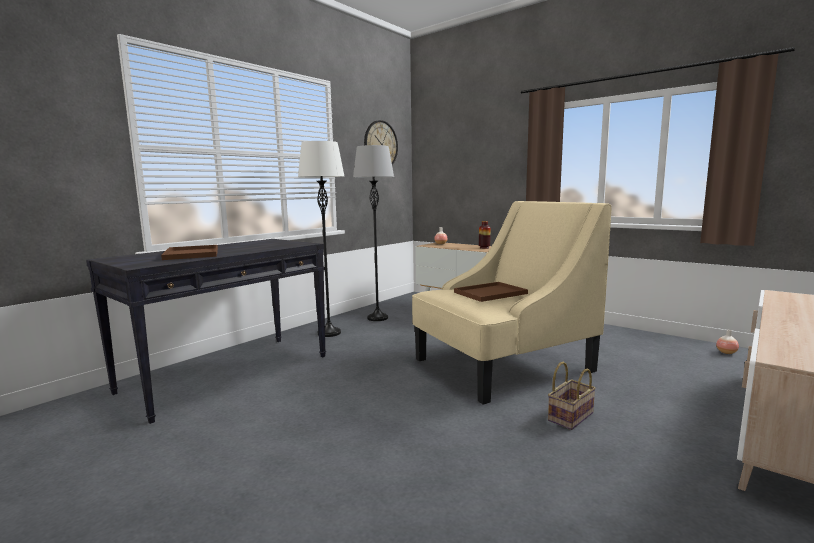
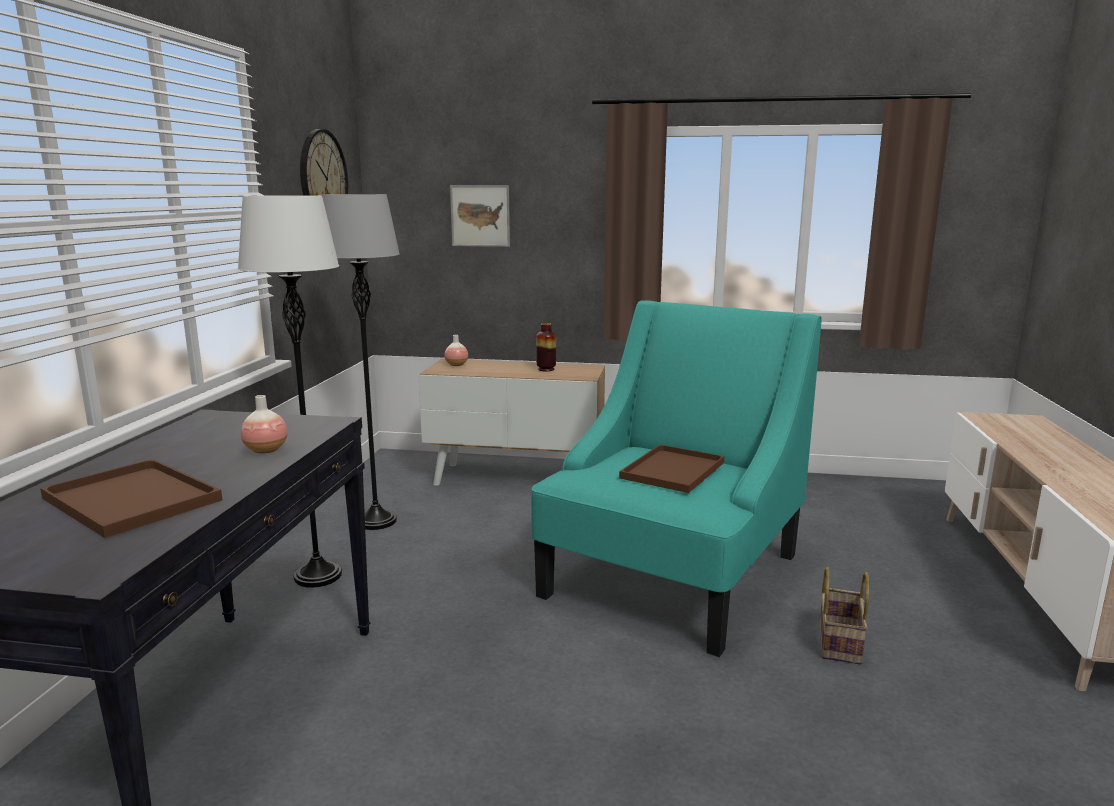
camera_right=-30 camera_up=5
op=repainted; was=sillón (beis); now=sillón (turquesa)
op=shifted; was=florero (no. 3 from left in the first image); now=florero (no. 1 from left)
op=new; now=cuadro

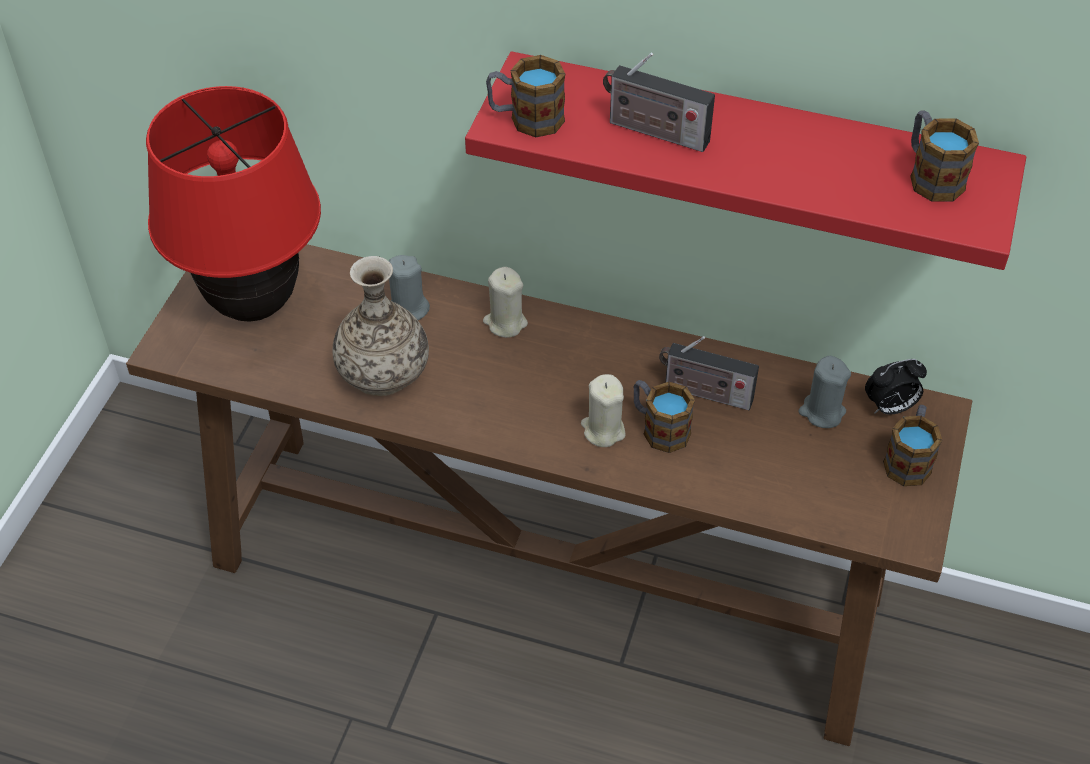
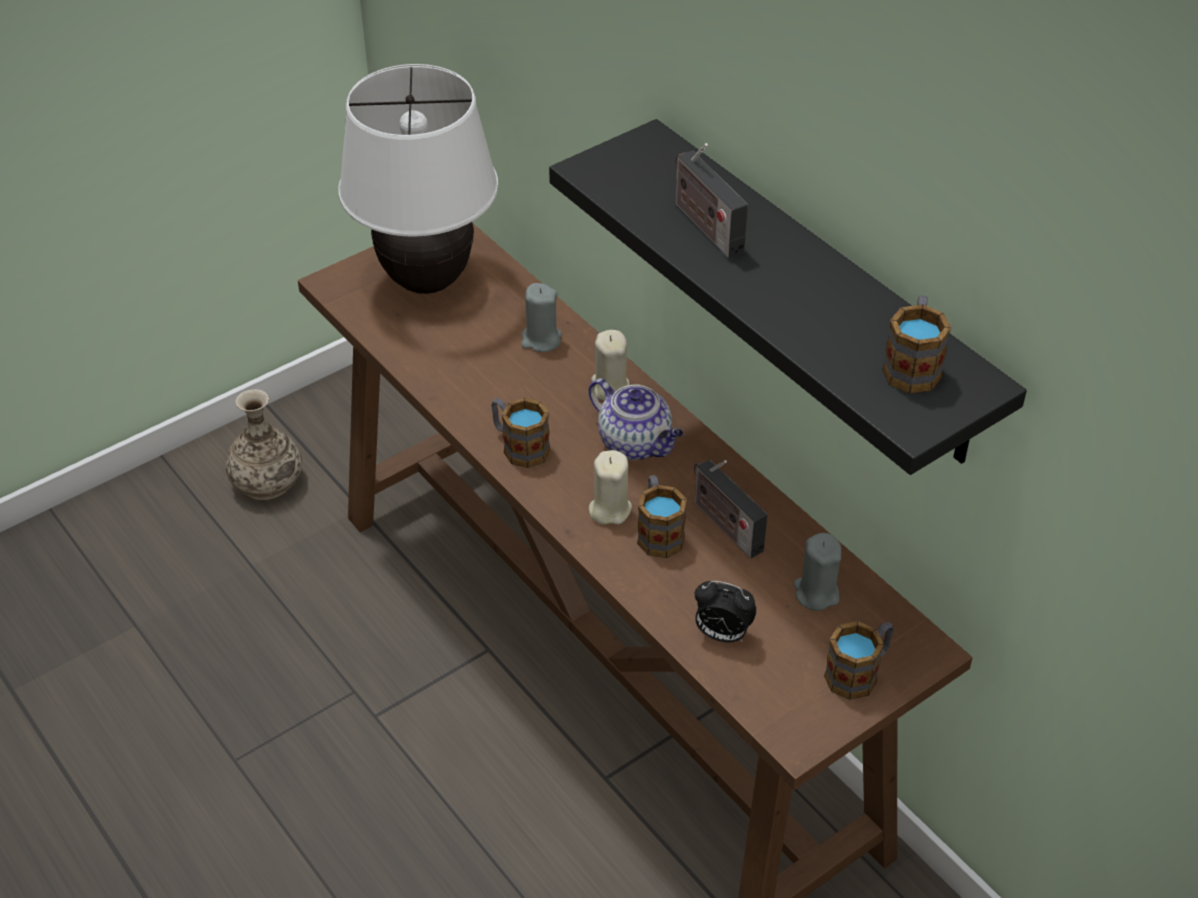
camera_right=35 camera_up=-5
op=repainted; was=lámpara de mesa (rojo); now=lámpara de mesa (blanco)
op=shifted; was=florero
op=repainted; was=estante (rojo); now=estante (negro)
op=shifted; was=taza grande (no. 1 from left)
op=shifted; was=despertador
op=new; now=tetera

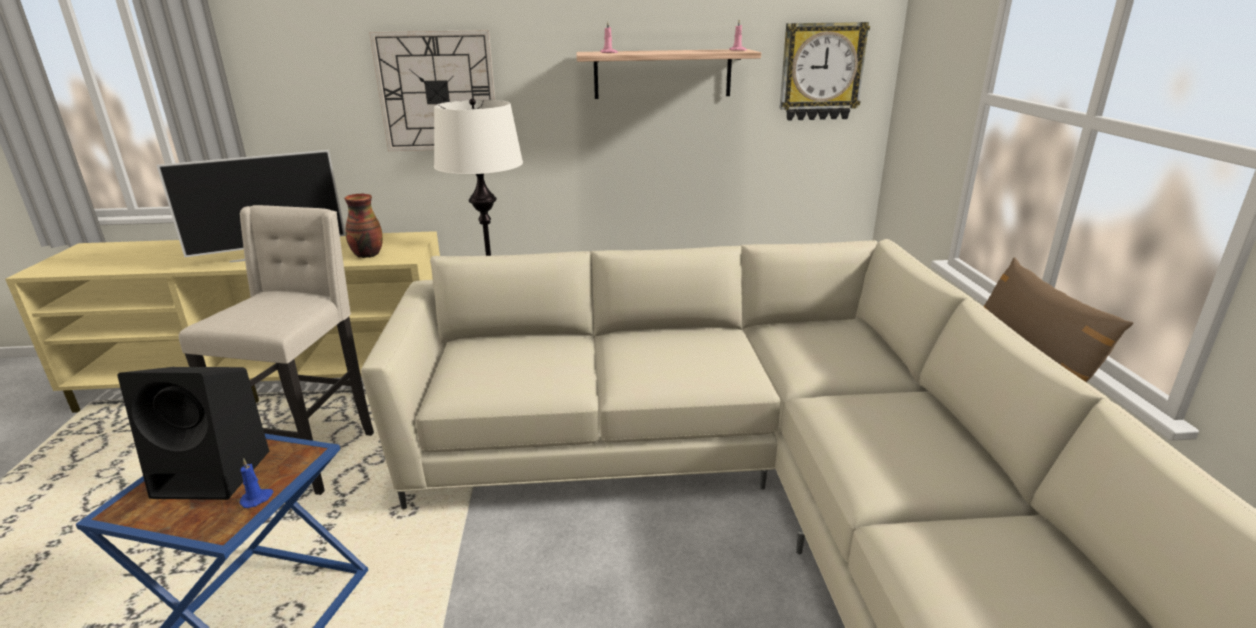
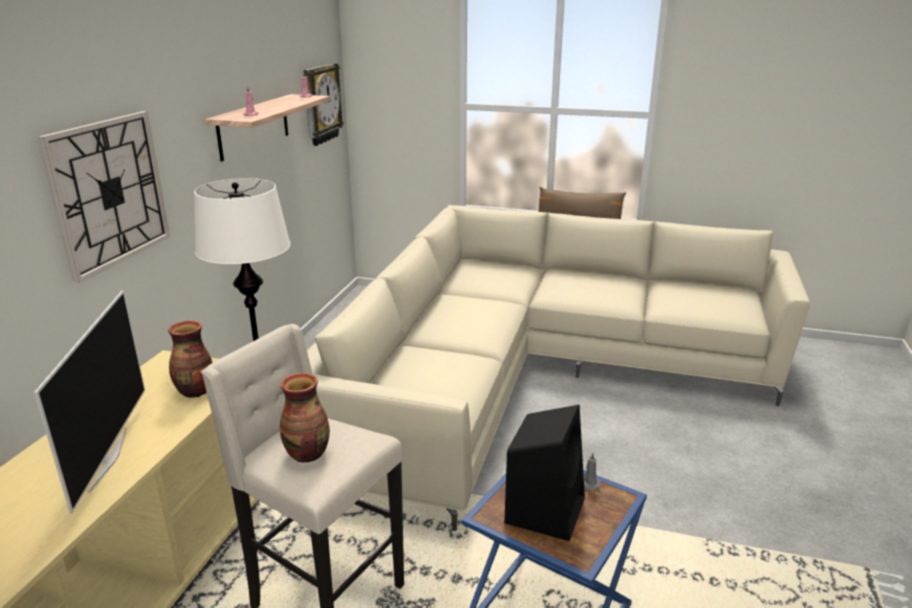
camera_right=-70 camera_up=0
op=repainted; was=vela (azul); now=vela (gris)
op=new; now=florero (no. 2 from left)

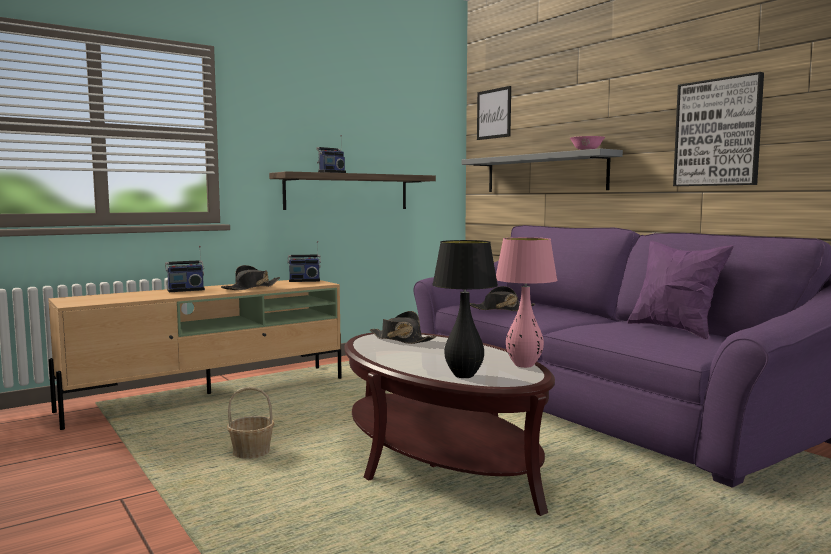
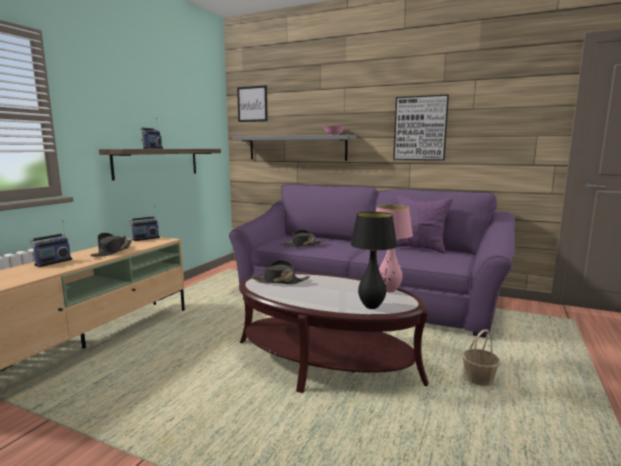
camera_right=-30 camera_up=5
op=shifted; was=cesta

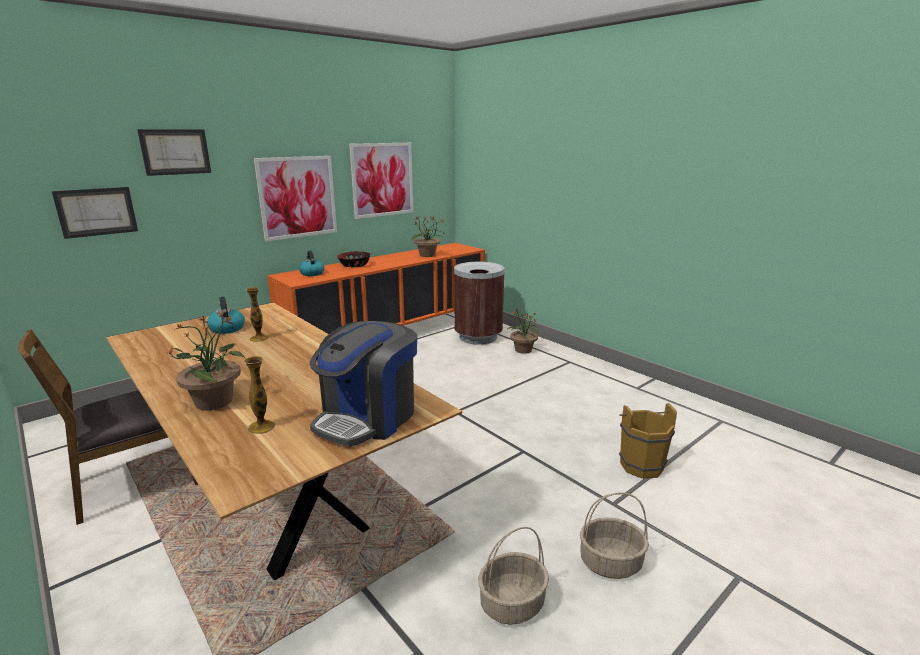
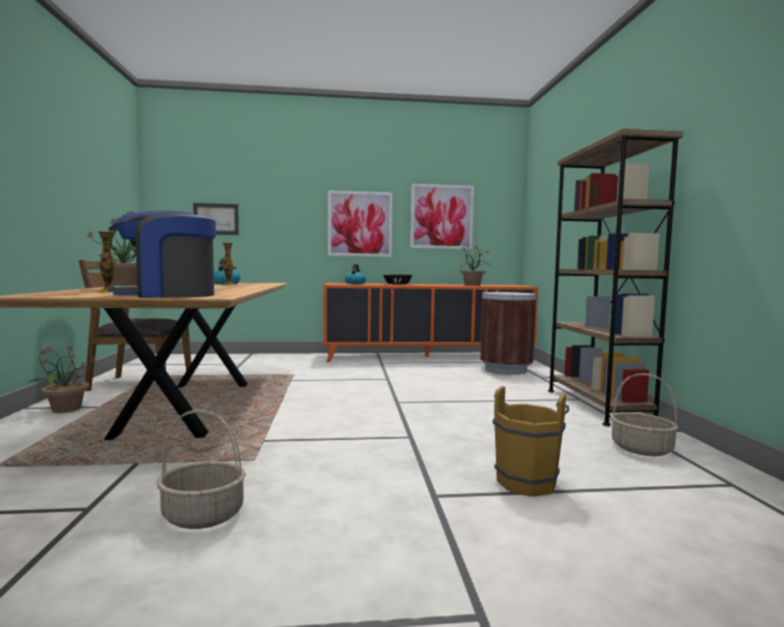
camera_right=35 camera_up=-15
op=gone; was=cuadro (no. 2 from left)
op=shifted; was=planta en maceta (no. 3 from left in the first image); now=planta en maceta (no. 1 from left)
op=shifted; was=cesta (no. 2 from left)
op=new; now=estantería (marrón)

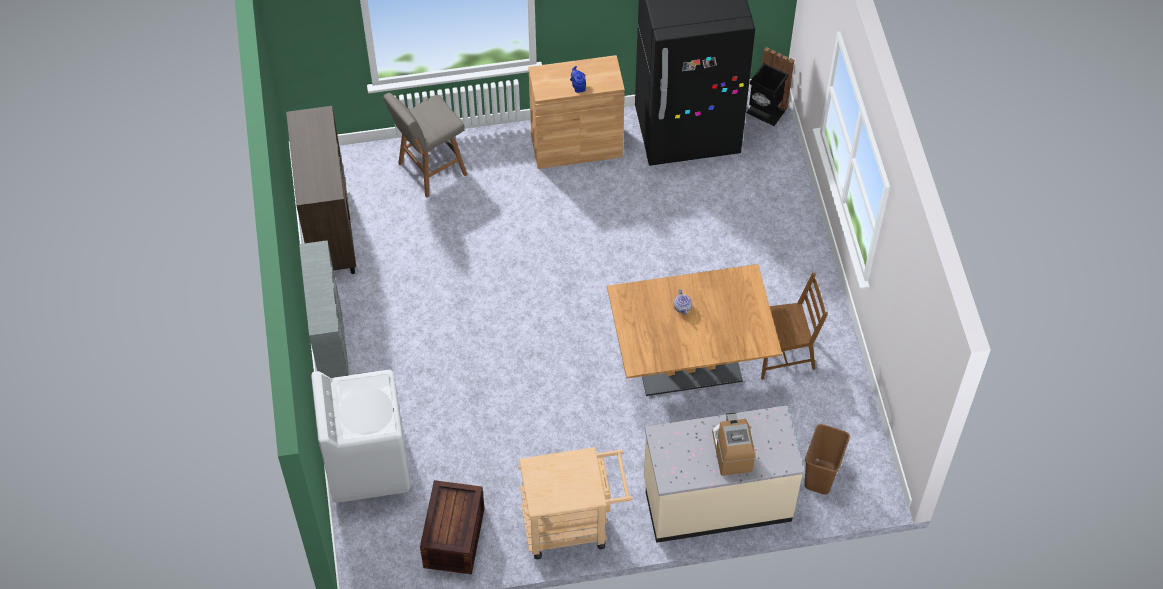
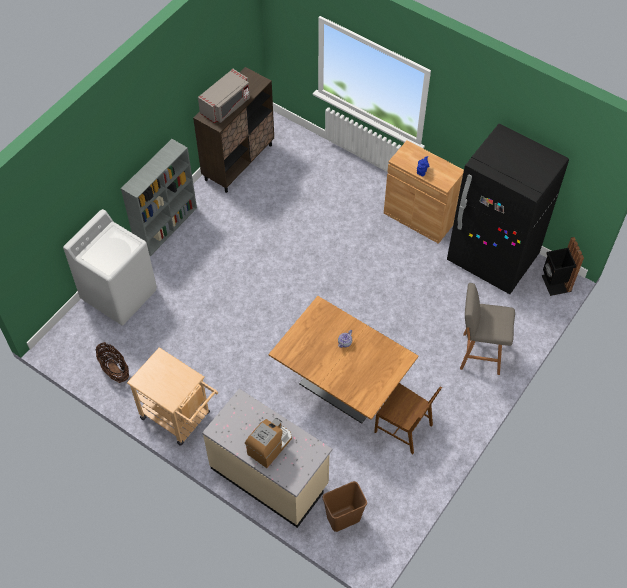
camera_right=45 camera_up=0
op=shifted; was=taburete (gris)
op=swapped; was=caja de embalaje; now=cesta
op=new; now=microondas (gris)

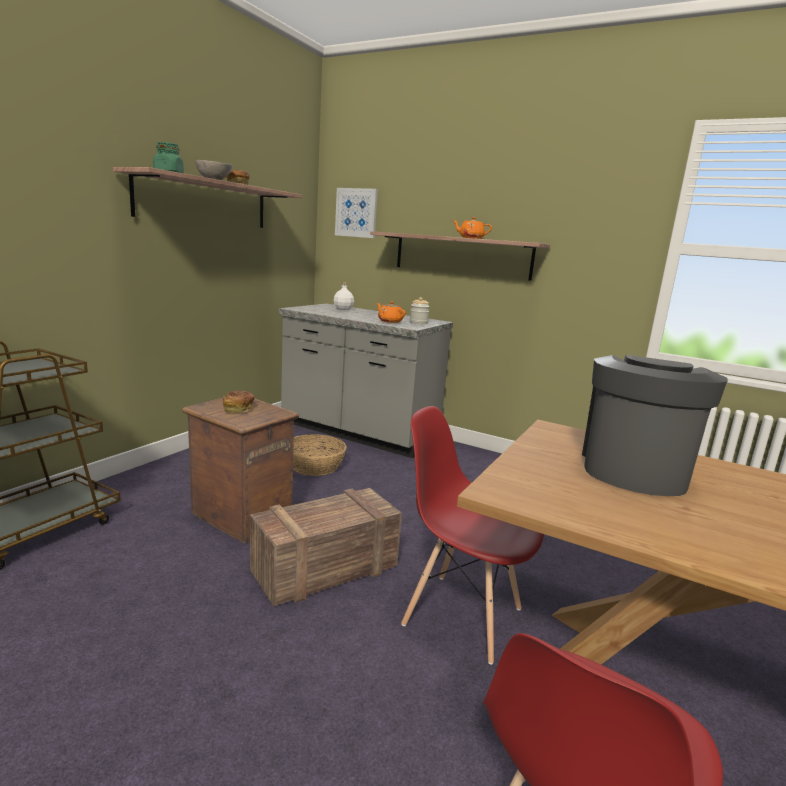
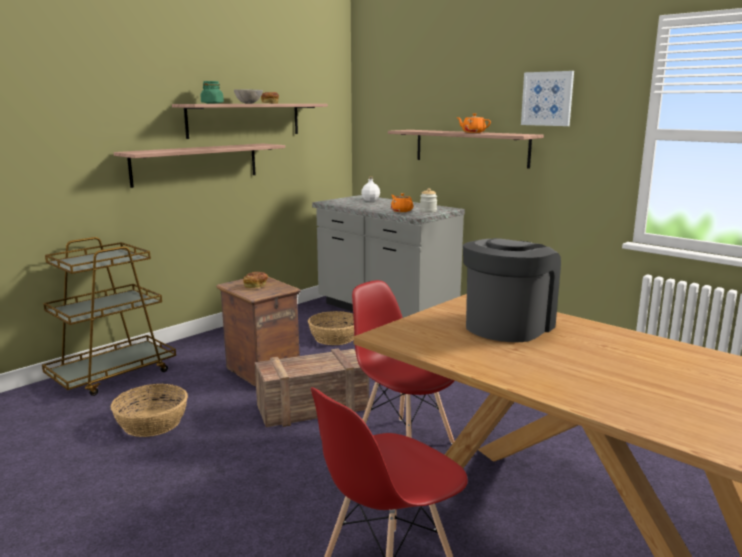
camera_right=15 camera_up=0
op=shifted; was=cuadro
op=new; now=cesta (no. 1 from left)
op=new; now=estante (no. 1 from left)

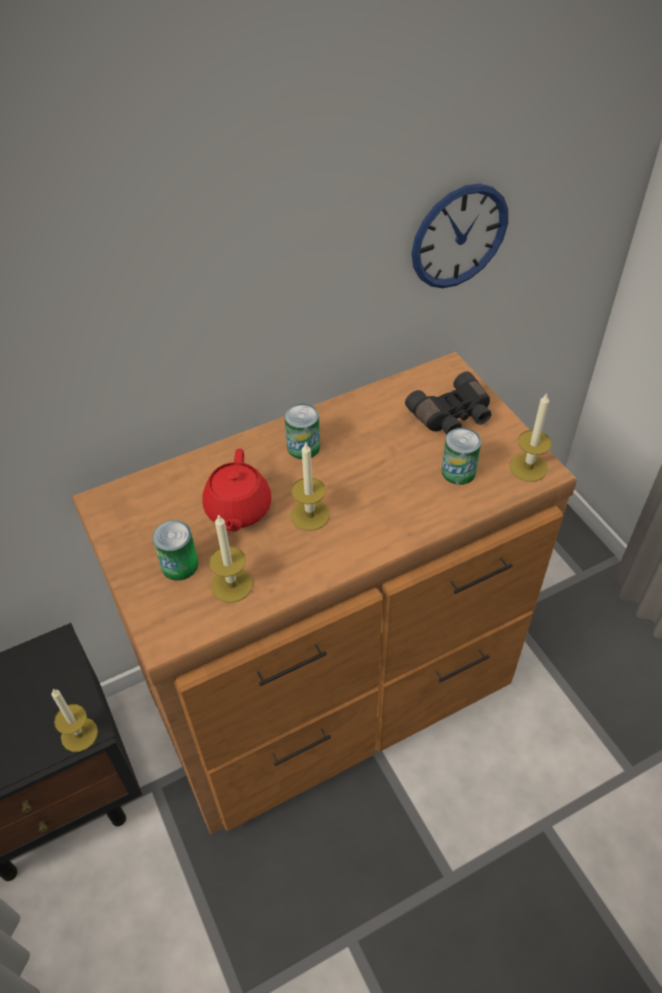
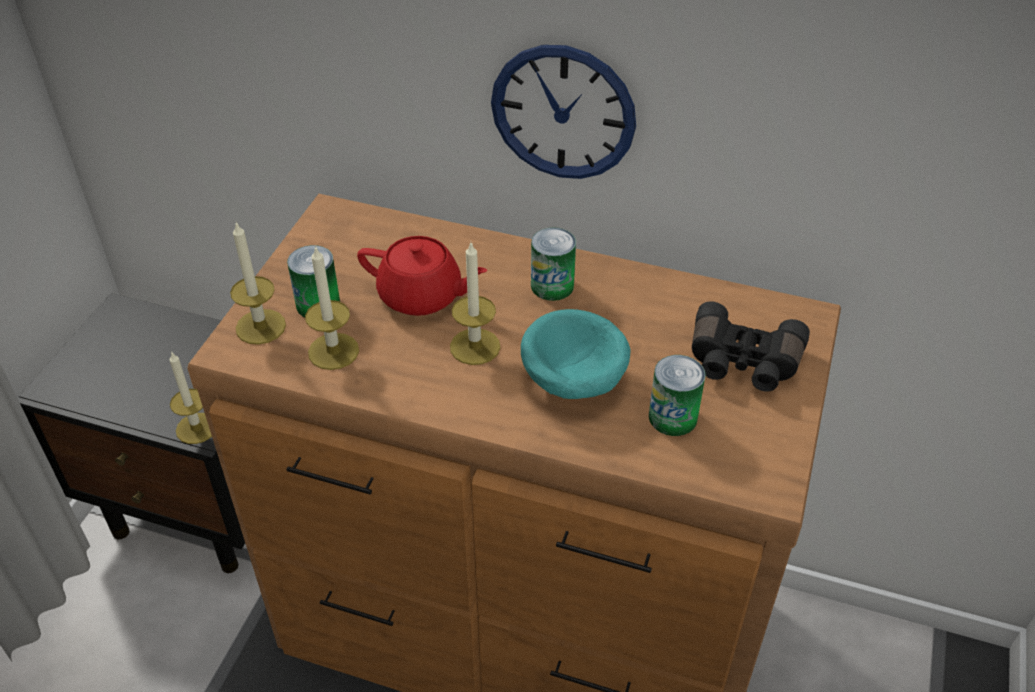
camera_right=45 camera_up=-5
op=rotated; was=tetera (rojo); clockwise=-120
op=shifted; was=reloj de pared
op=shifted; was=vela (no. 4 from left in the first image); now=vela (no. 2 from left)
op=new; now=cuenco (turquesa)

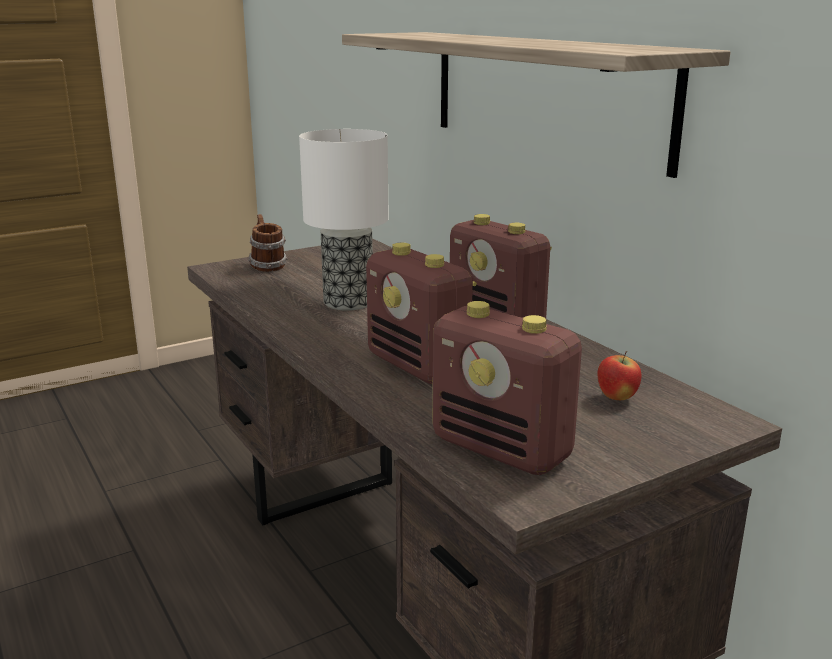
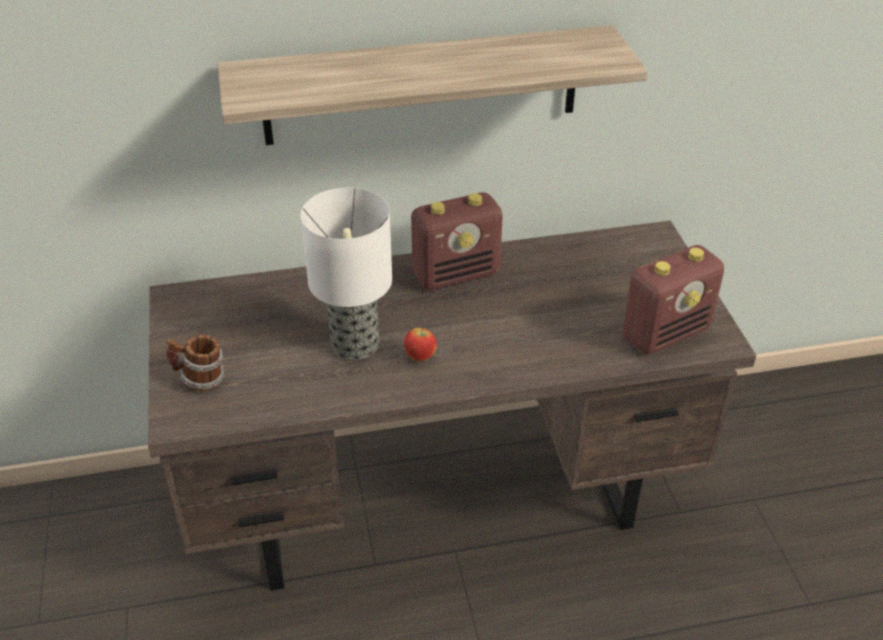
camera_right=-70 camera_up=20
op=gone; was=radio (no. 1 from left)
op=shifted; was=manzana

